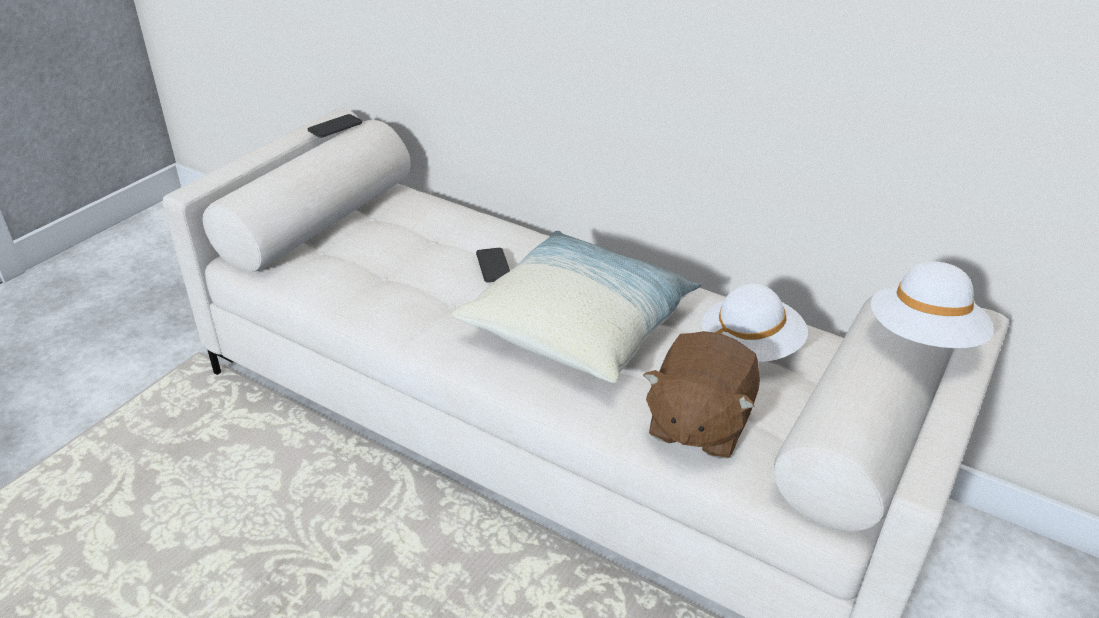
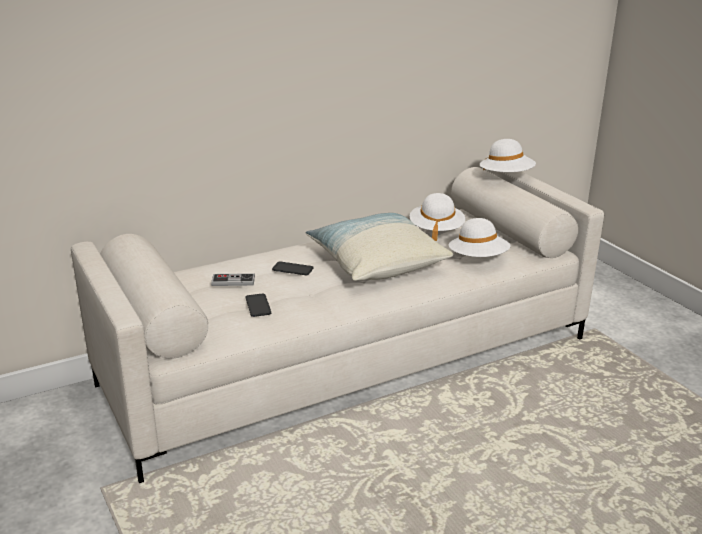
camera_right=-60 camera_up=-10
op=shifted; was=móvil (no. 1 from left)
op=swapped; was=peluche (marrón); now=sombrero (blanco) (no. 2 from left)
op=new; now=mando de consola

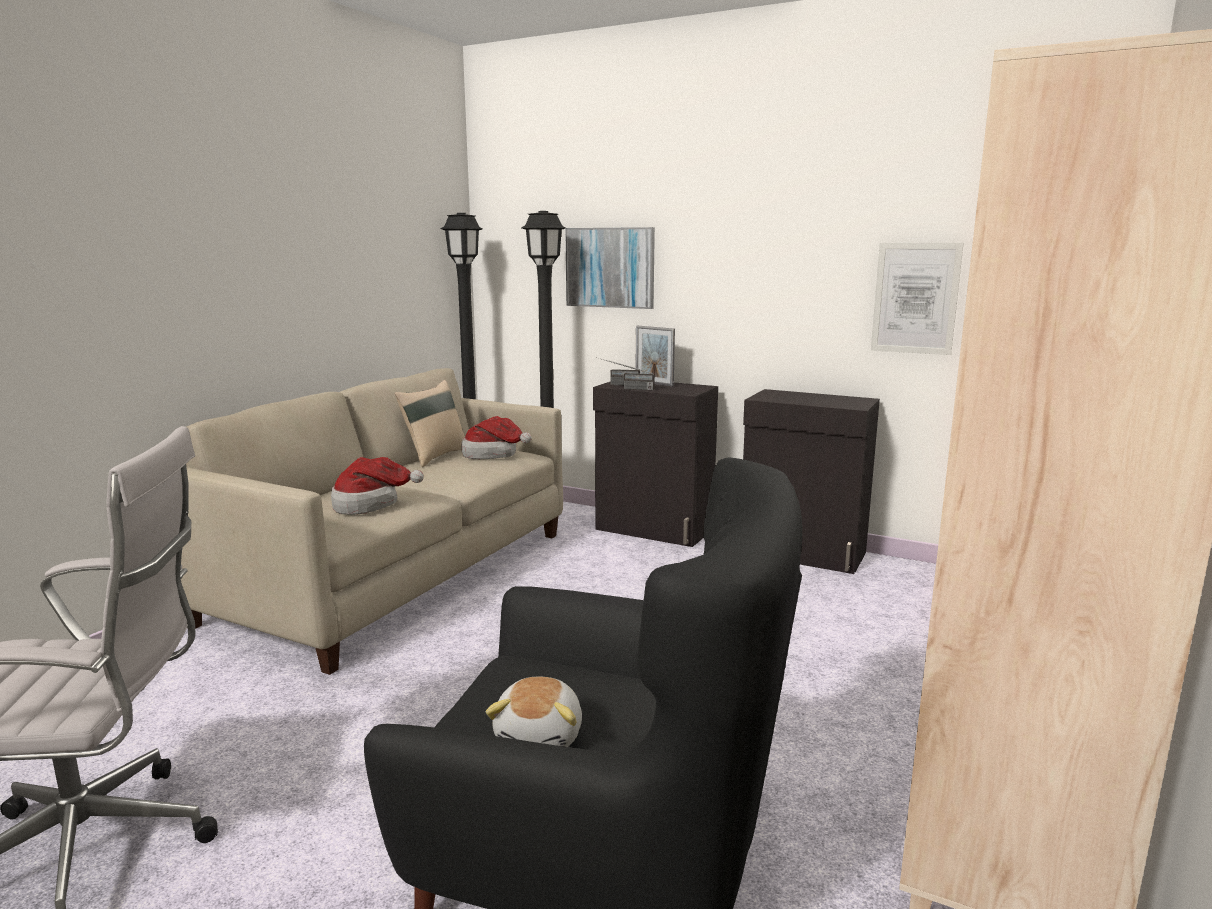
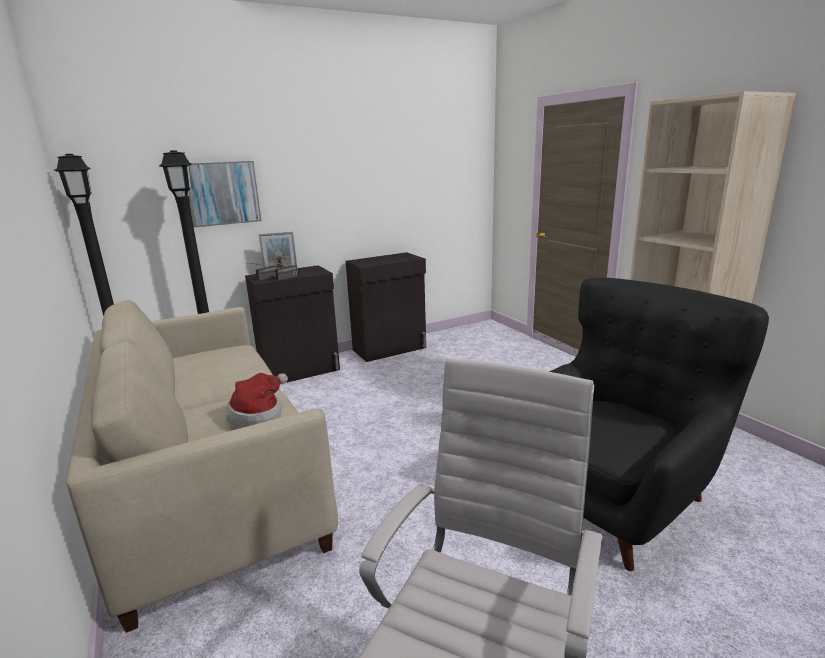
camera_right=-55 camera_up=5
op=gone; was=cojín (beis)
op=gone; was=sombrero (no. 2 from left)
op=gone; was=peluche
op=gone; was=cuadro (no. 2 from left)

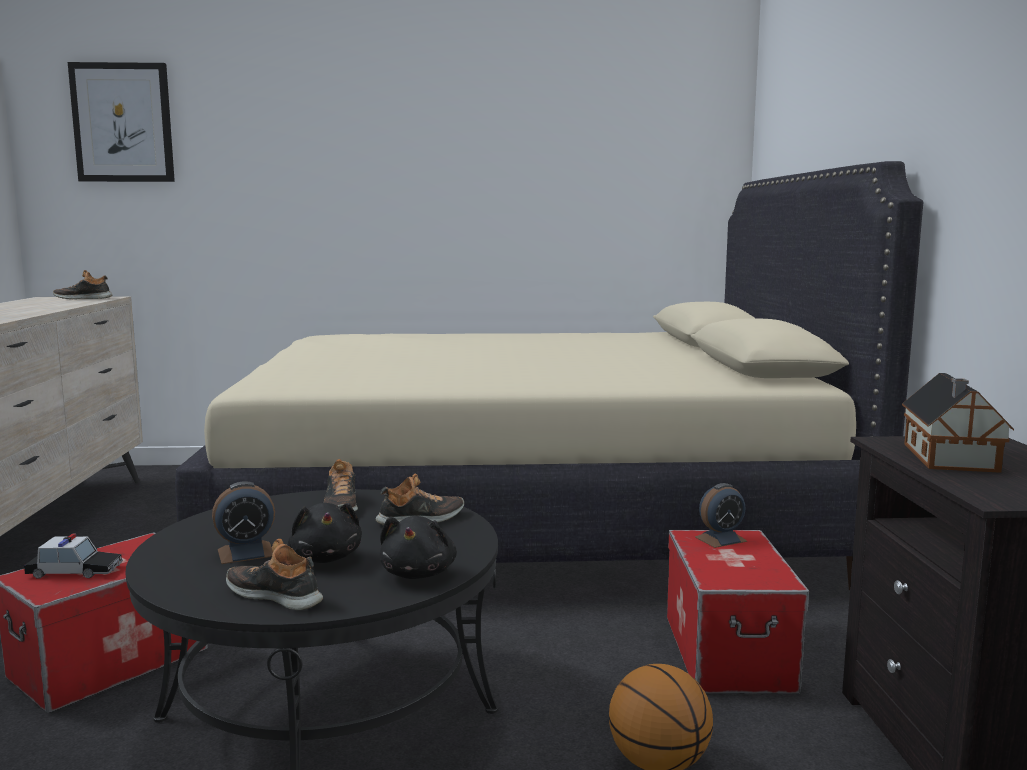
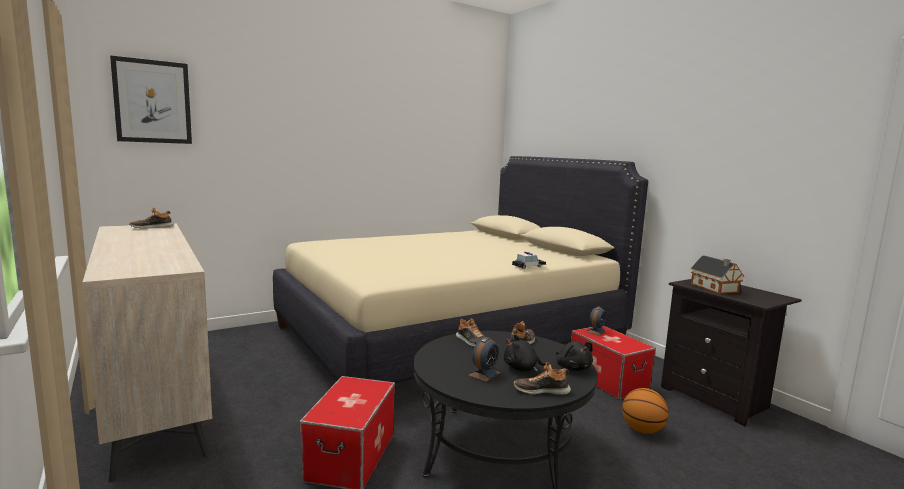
camera_right=-30 camera_up=0
op=shifted; was=coche de juguete
op=rotated; was=peluche (negro) (no. 1 from left); clockwise=150

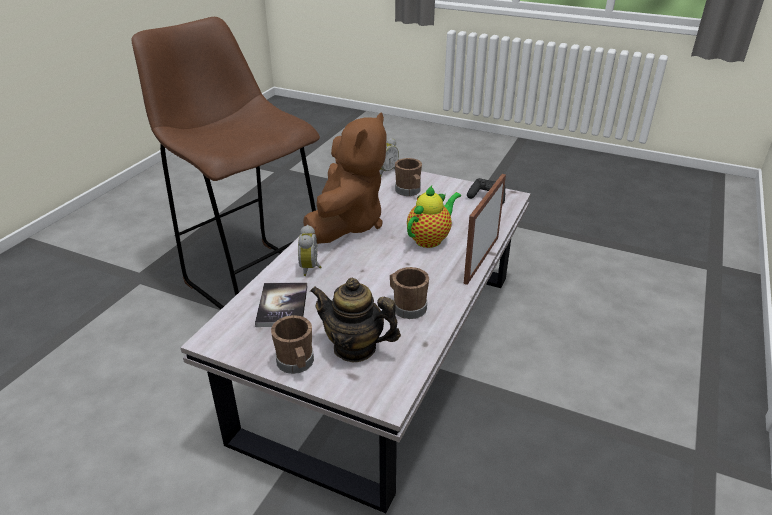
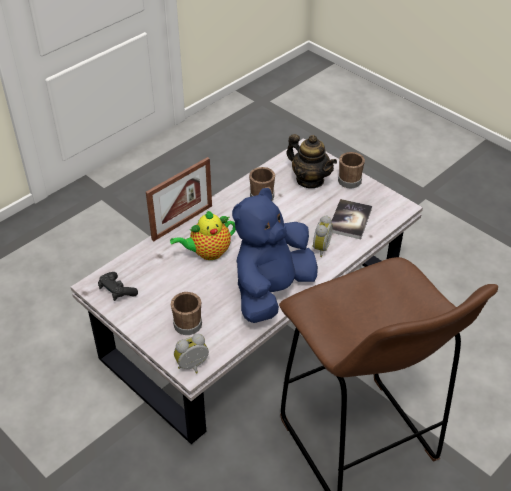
camera_right=-160 camera_up=10
op=repainted; was=peluche (marrón); now=peluche (azul)

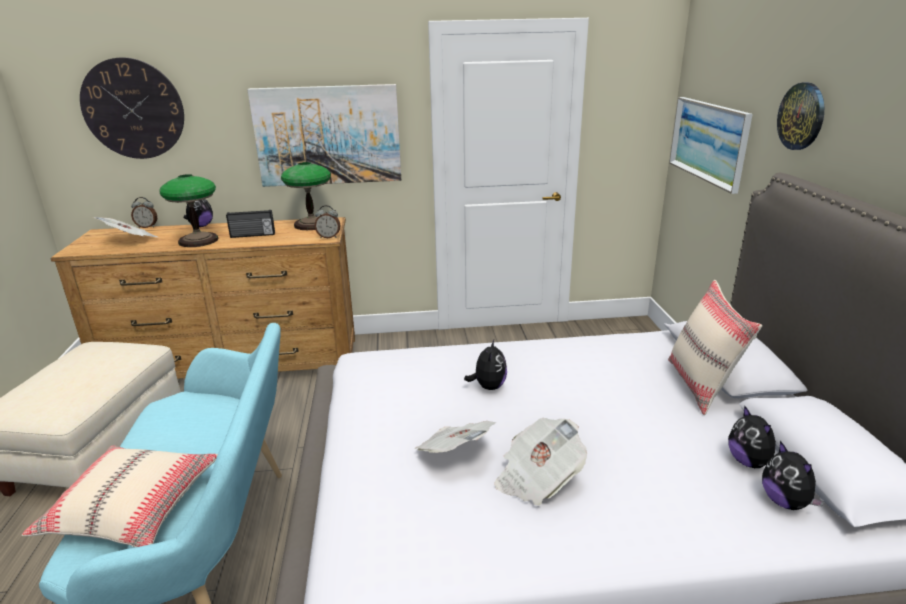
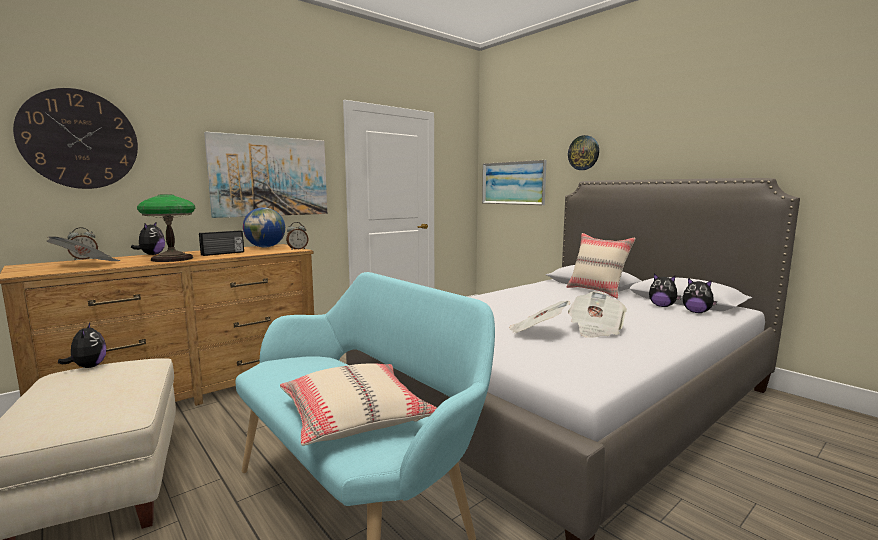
camera_right=-35 camera_up=-15
op=swapped; was=lámpara de mesa (no. 2 from left); now=globo terráqueo
op=shifted; was=peluche (no. 2 from left in the first image); now=peluche (no. 1 from left)

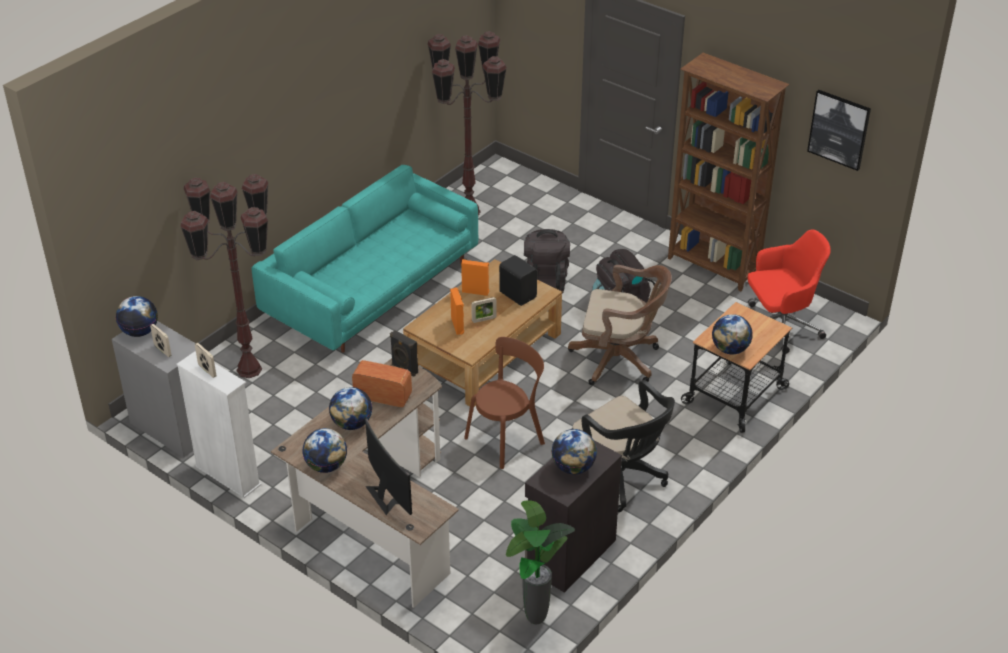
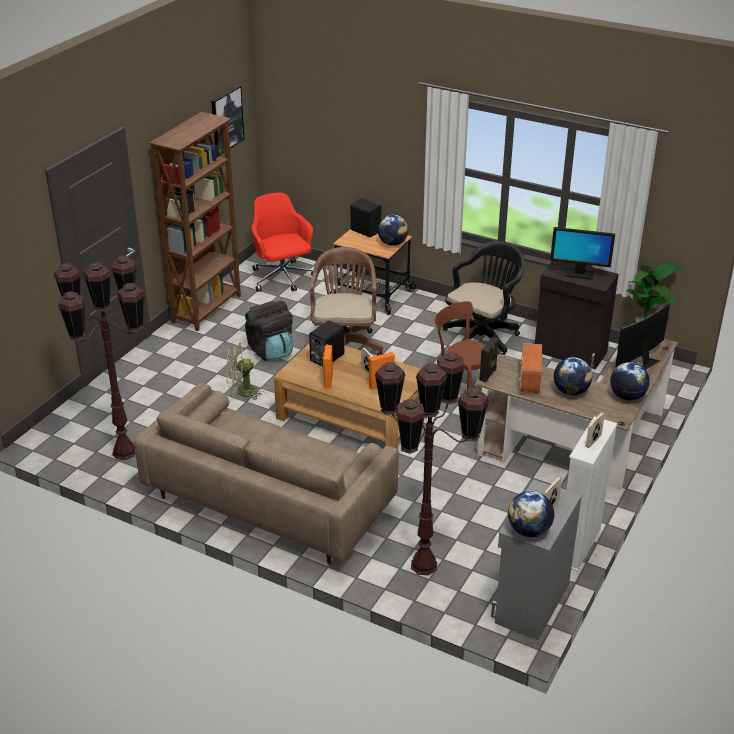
camera_right=-100 camera_up=-5
op=repainted; was=sofá (turquesa); now=sofá (beis)
op=swapped; was=mochila (negro) (no. 1 from left); now=ventilador (verde)
op=swapped; was=globo terráqueo (no. 4 from left); now=monitor (no. 1 from left)
op=new; now=altavoz (negro) (no. 2 from left)

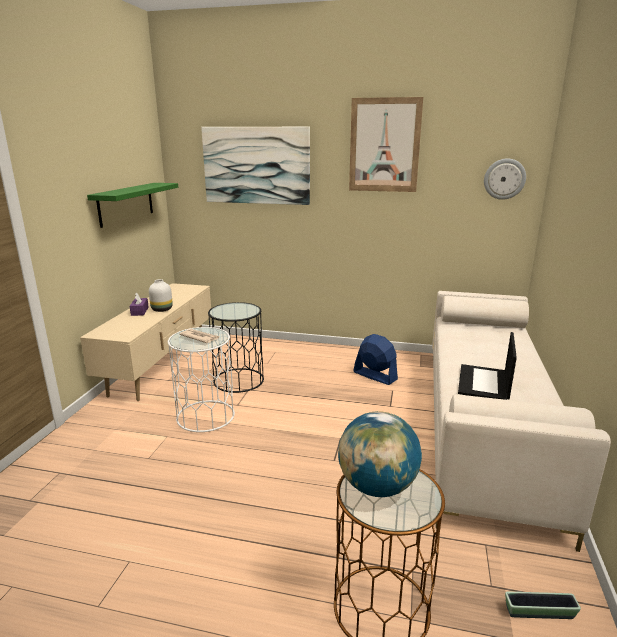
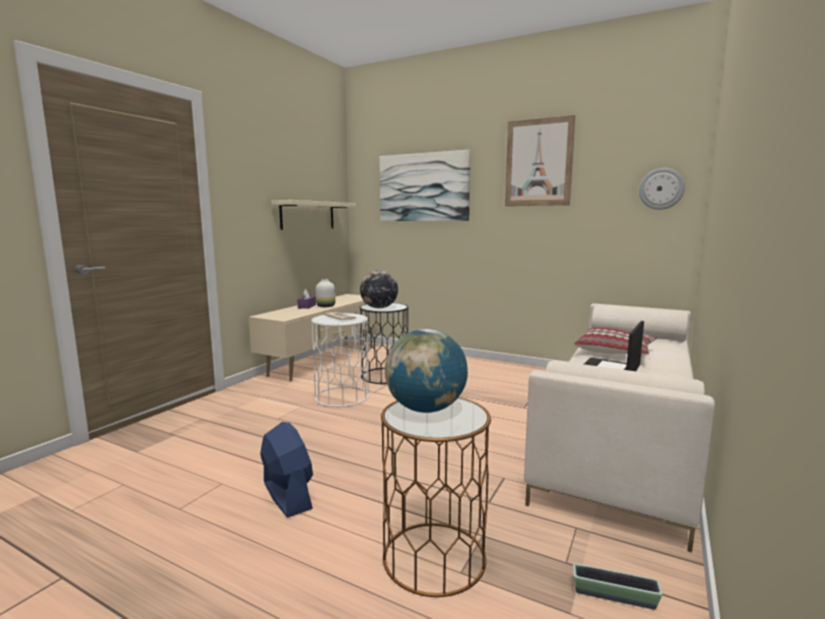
camera_right=15 camera_up=-10
op=repainted; was=estante (verde); now=estante (beis)
op=shifted; was=ventilador (azul)
op=new; now=globo terráqueo (no. 1 from left)
op=new; now=cojín

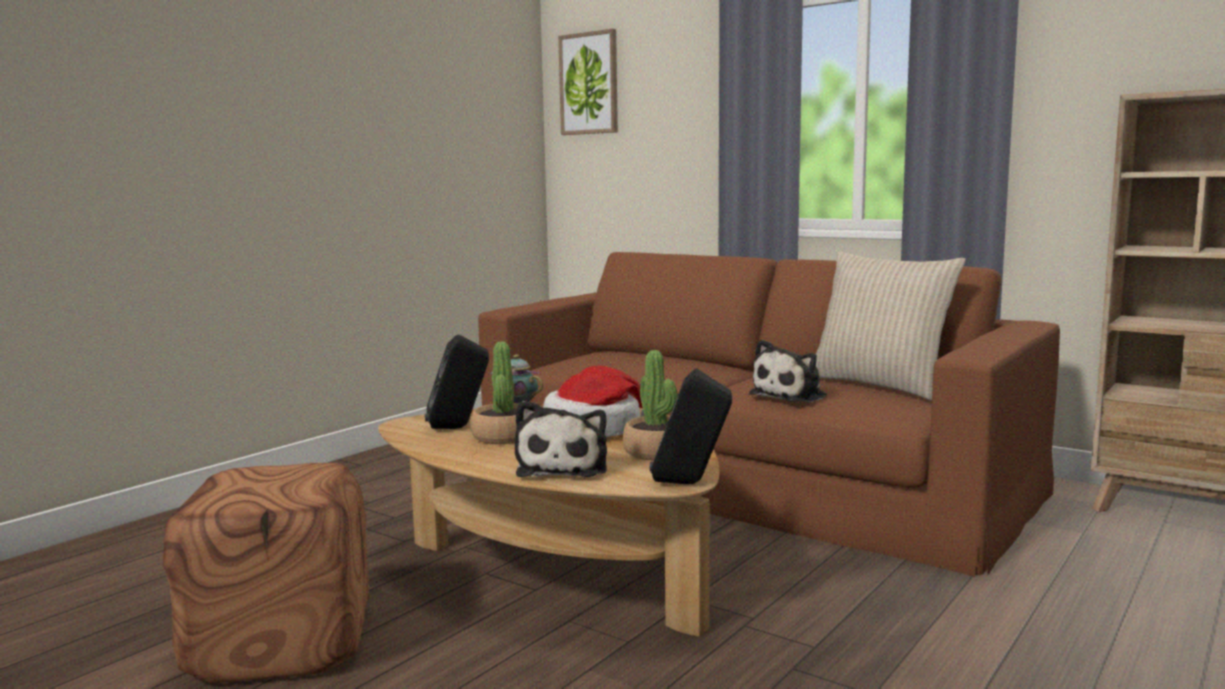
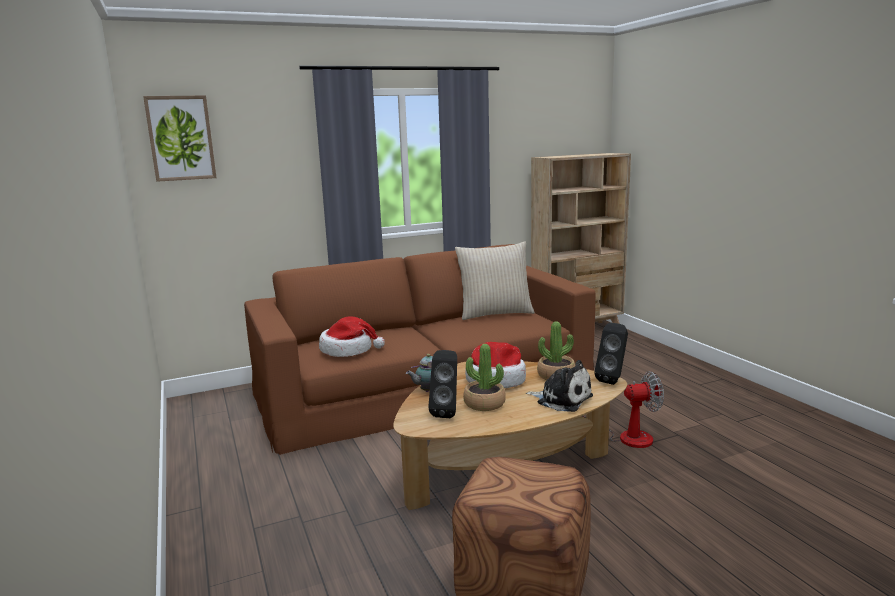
camera_right=-60 camera_up=5
op=gone; was=peluche (no. 2 from left)
op=new; now=sombrero (no. 1 from left)
op=new; now=ventilador

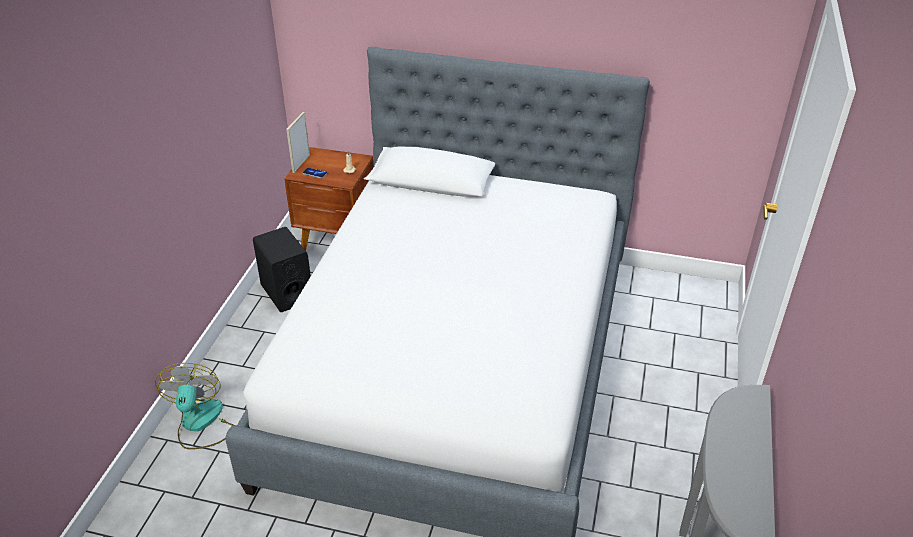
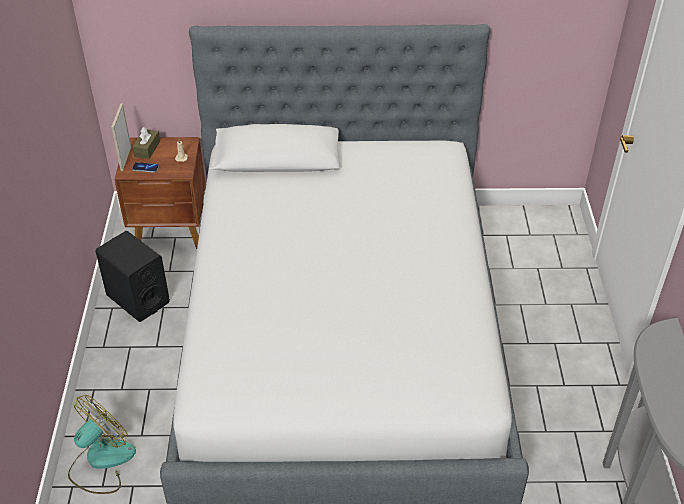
camera_right=-15 camera_up=5
op=rotated; was=ventilador; clockwise=60
op=new; now=caja de pañuelos (marrón)

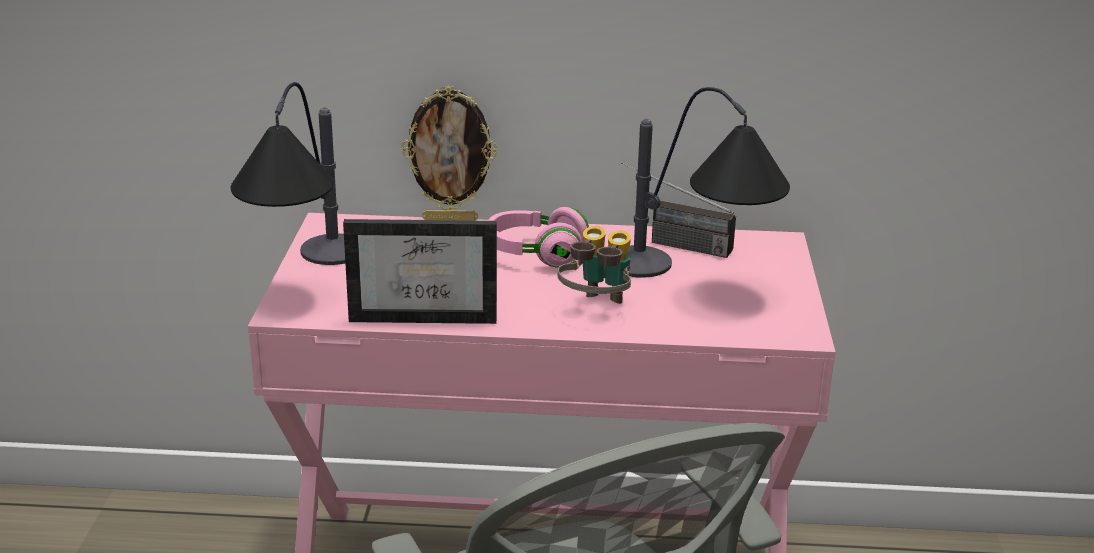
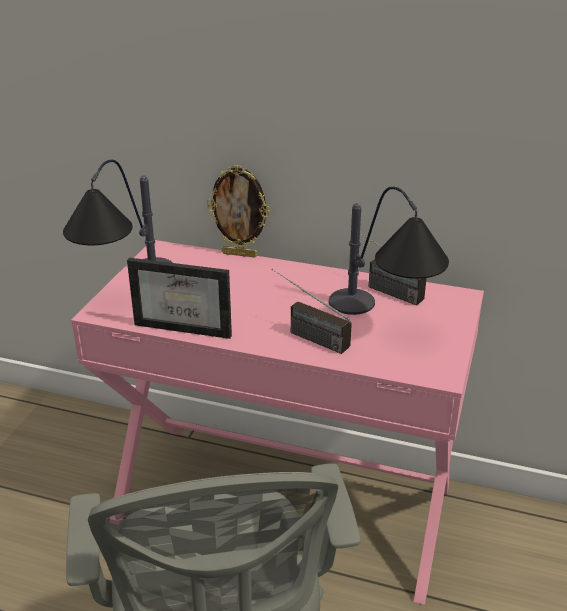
camera_right=15 camera_up=5
op=gone; was=auriculares (rosa)
op=swapped; was=prismáticos; now=radio (no. 1 from left)

